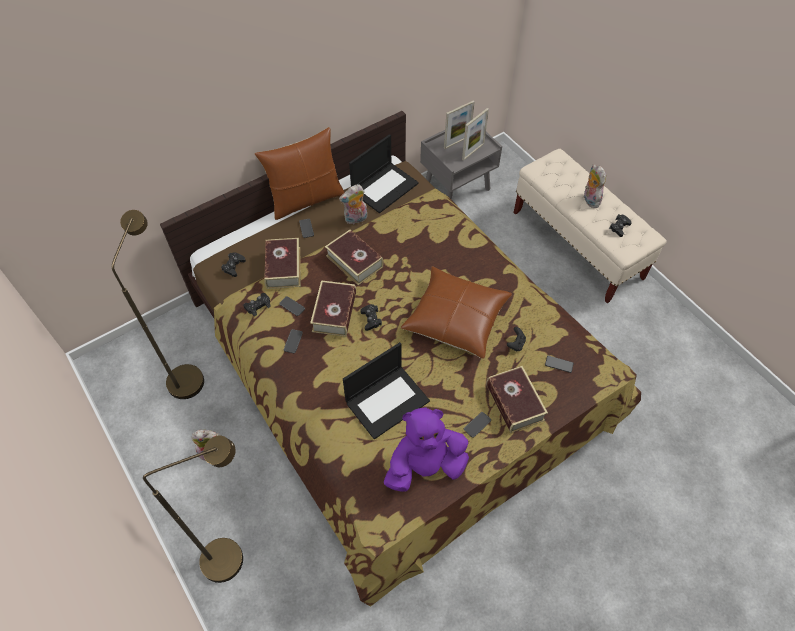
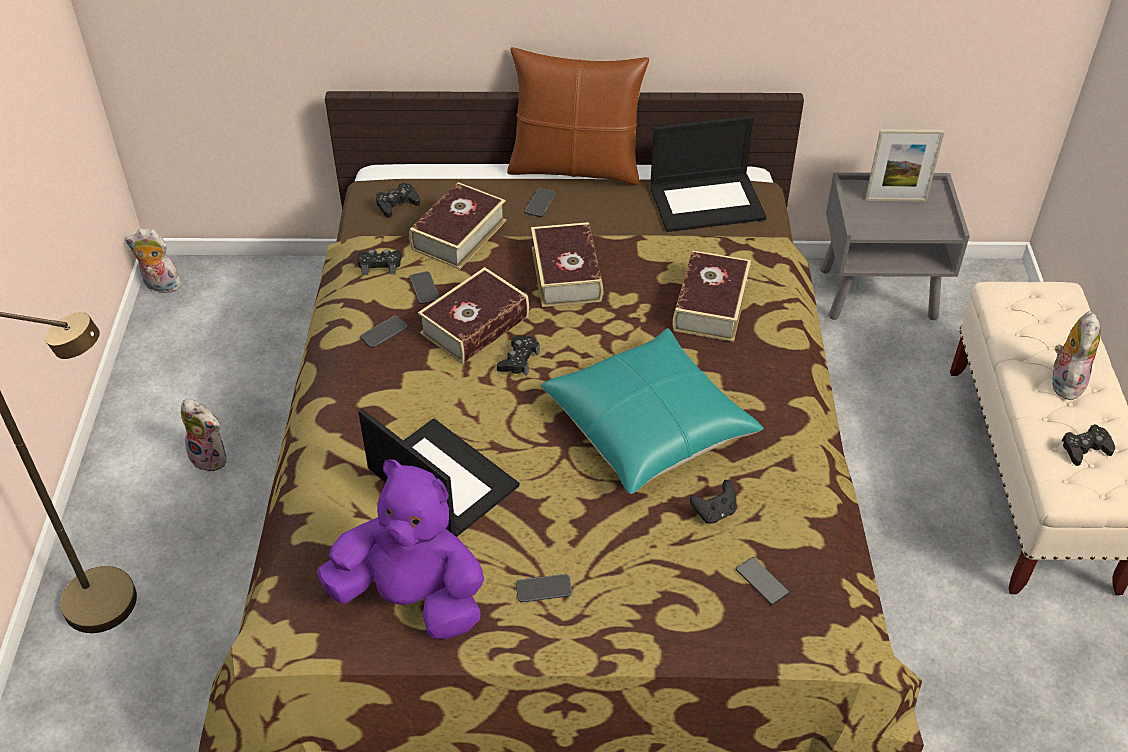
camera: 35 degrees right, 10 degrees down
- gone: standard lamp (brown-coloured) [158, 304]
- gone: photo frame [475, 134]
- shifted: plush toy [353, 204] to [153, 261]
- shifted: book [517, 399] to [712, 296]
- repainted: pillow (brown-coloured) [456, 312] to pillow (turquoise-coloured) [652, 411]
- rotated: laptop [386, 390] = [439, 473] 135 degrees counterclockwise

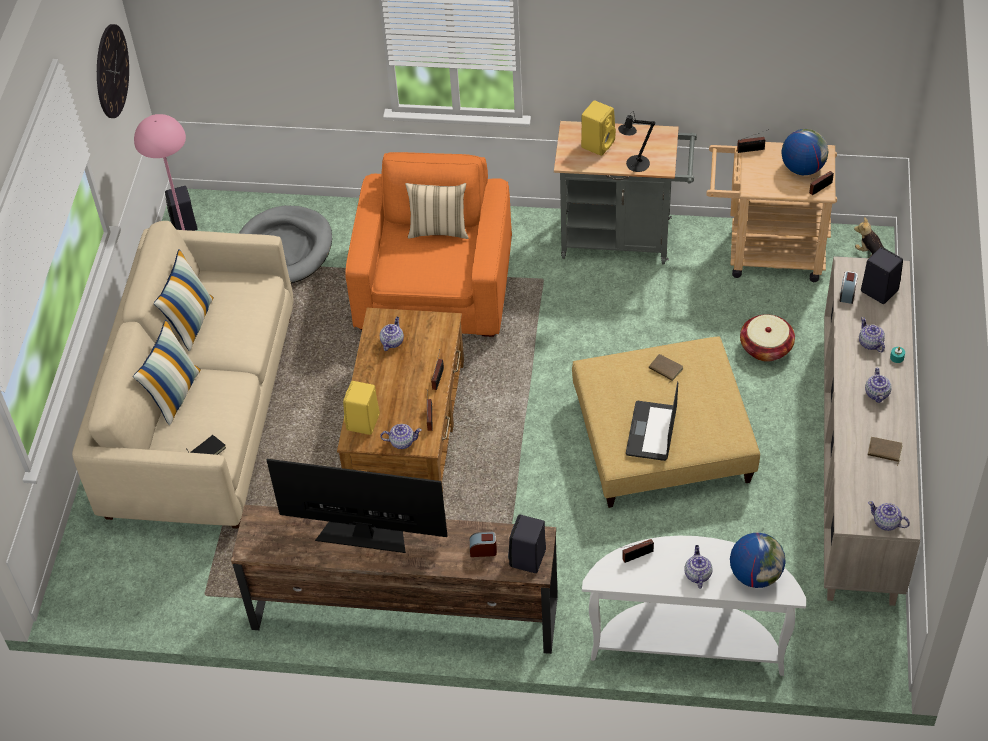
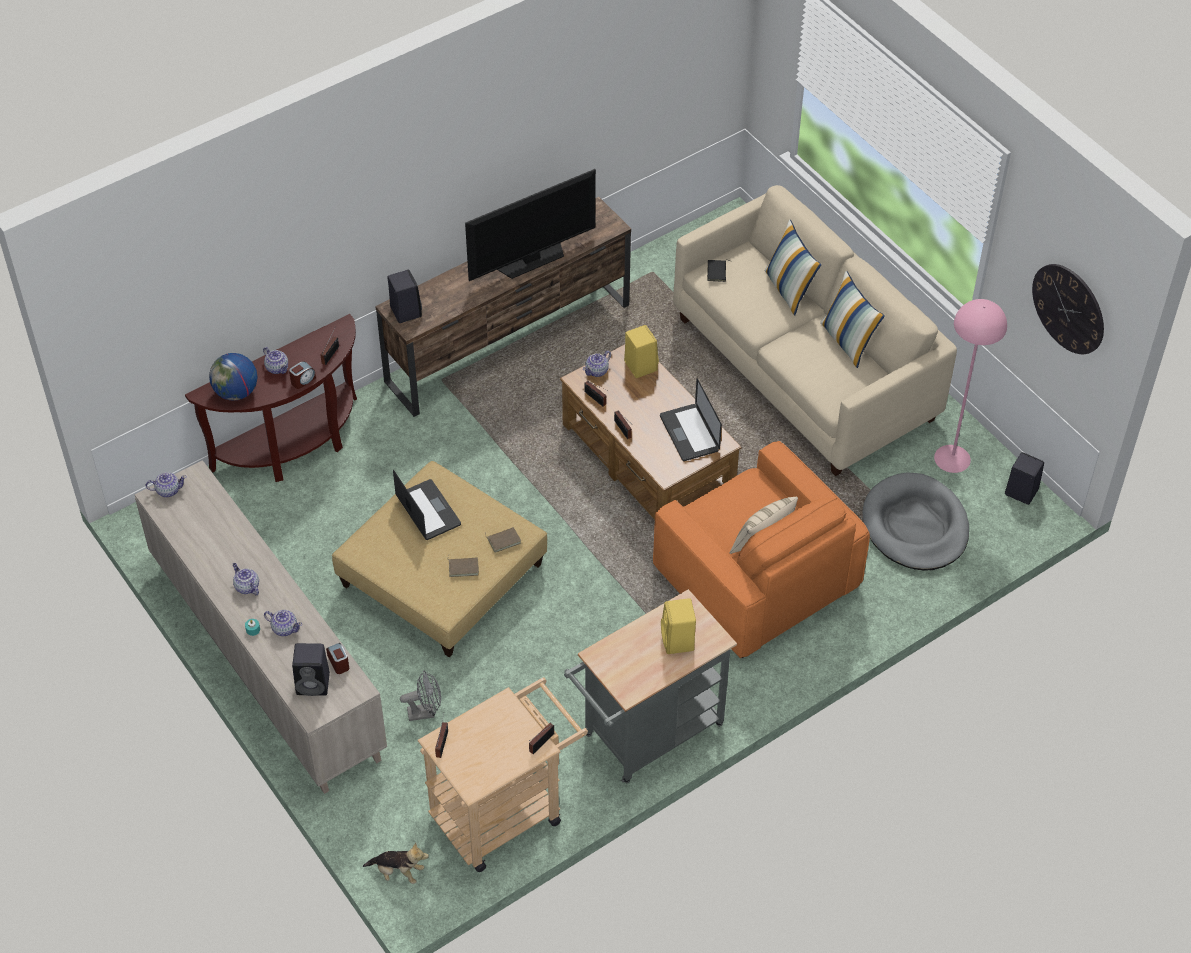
camera: 135 degrees right, 0 degrees up
- gone: lamp for a table (black) [636, 141]
- gone: desk globe [804, 152]
- shifted: bedside clock [483, 544] to [302, 375]
- shifted: book (brown-coloured) [885, 451] to [503, 540]
- swapped: tea pot [392, 334] to laptop [691, 420]
- swapped: basket [767, 338] to fan (gray) [420, 696]
- repainted: narrow table (whitish) [694, 606] to narrow table (brown-coloured) [271, 398]

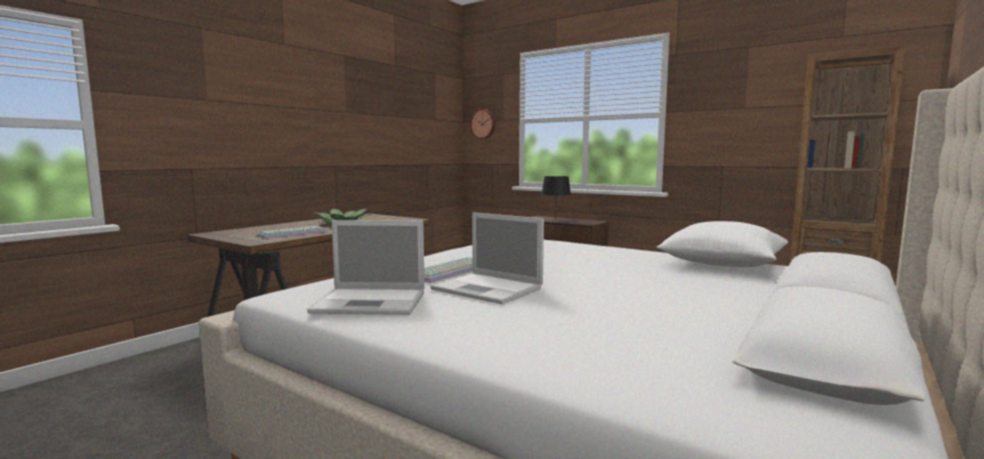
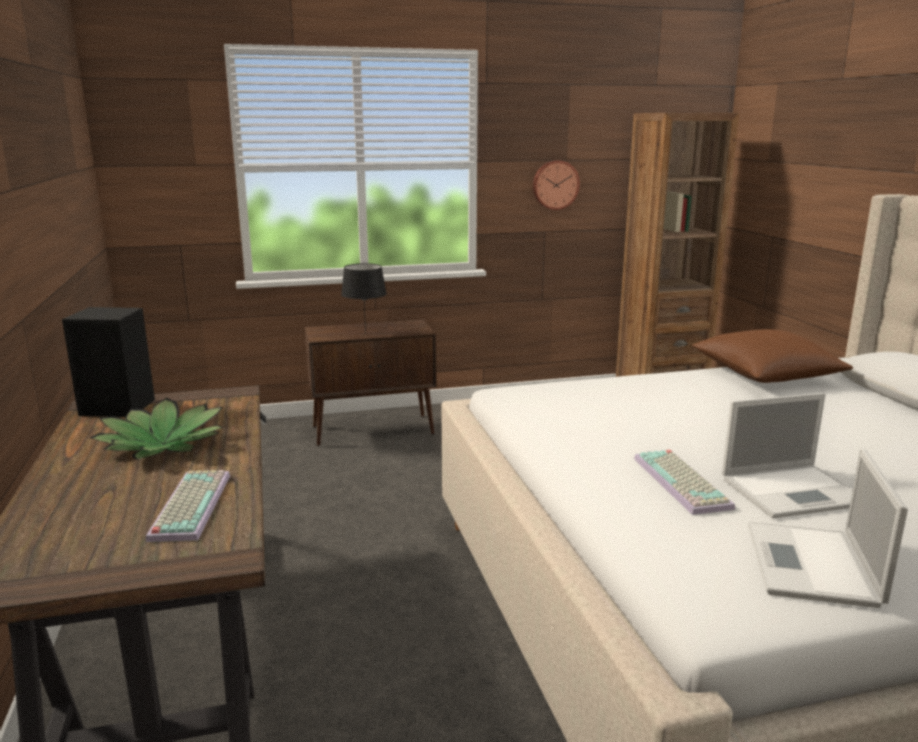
camera: 50 degrees left, 10 degrees up
- new: speaker (black) [108, 362]
- shifted: clock on the wall [482, 124] to [556, 185]
- repainted: pillow (whitish) [722, 244] to pillow (brown-coloured) [772, 356]
- rotated: laptop [366, 267] = [828, 528] 150 degrees clockwise

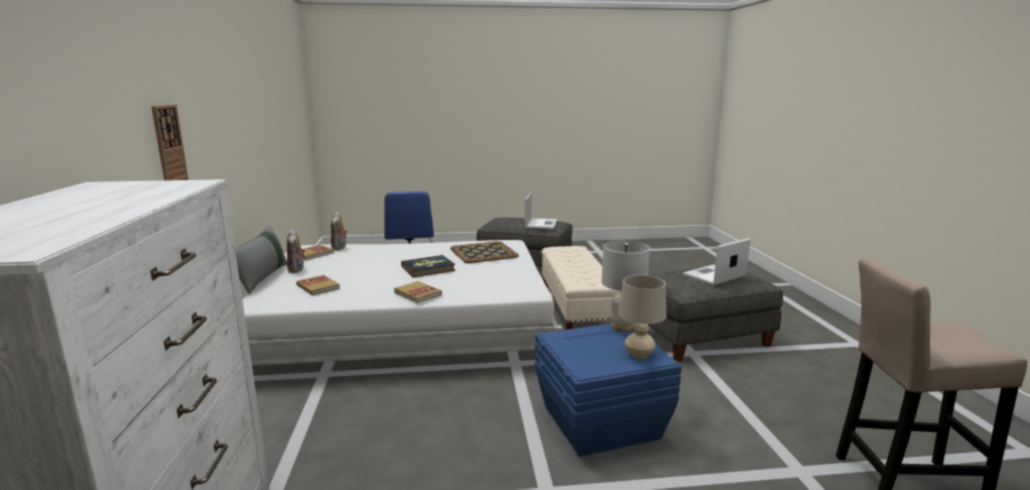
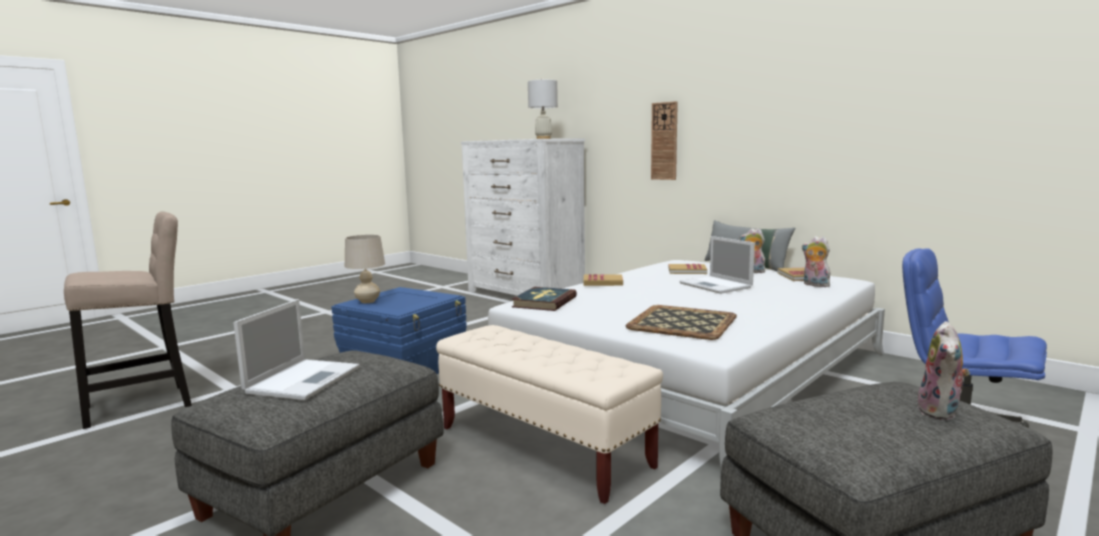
camera: 140 degrees right, 5 degrees down
- new: plush toy [943, 370]
- shifted: book [428, 266] to [544, 299]
- shifted: laptop [541, 211] to [717, 265]
- shifted: lamp for a table (whitish) [626, 285] to [543, 109]

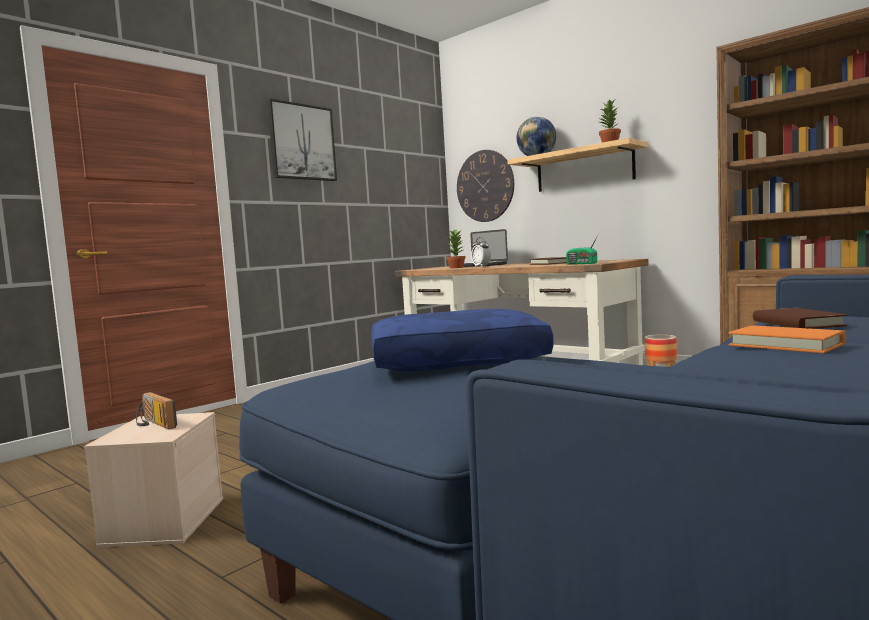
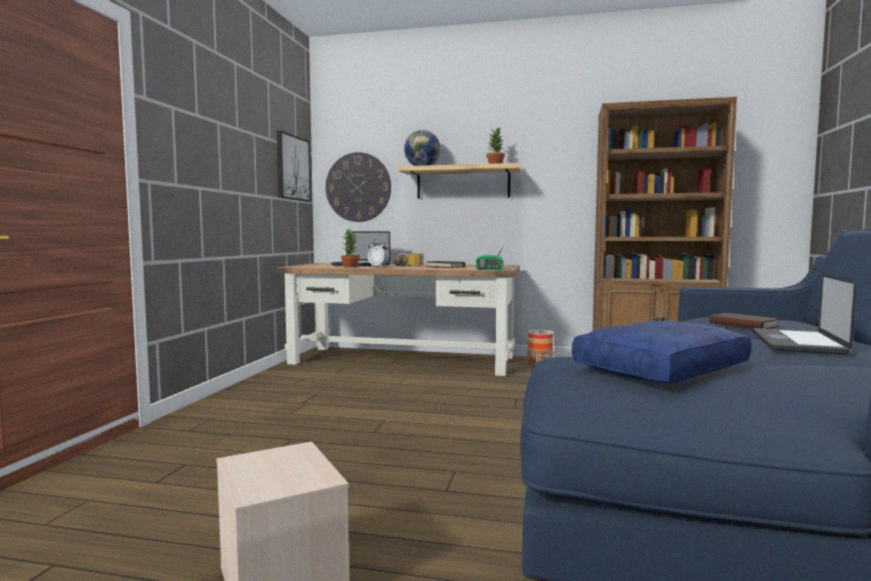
camera: 30 degrees left, 0 degrees up
- shifted: radio set [156, 411] to [409, 259]
- shifted: wall picture [302, 140] to [294, 166]
- swapped: book (orangey) [786, 339] to laptop [804, 314]

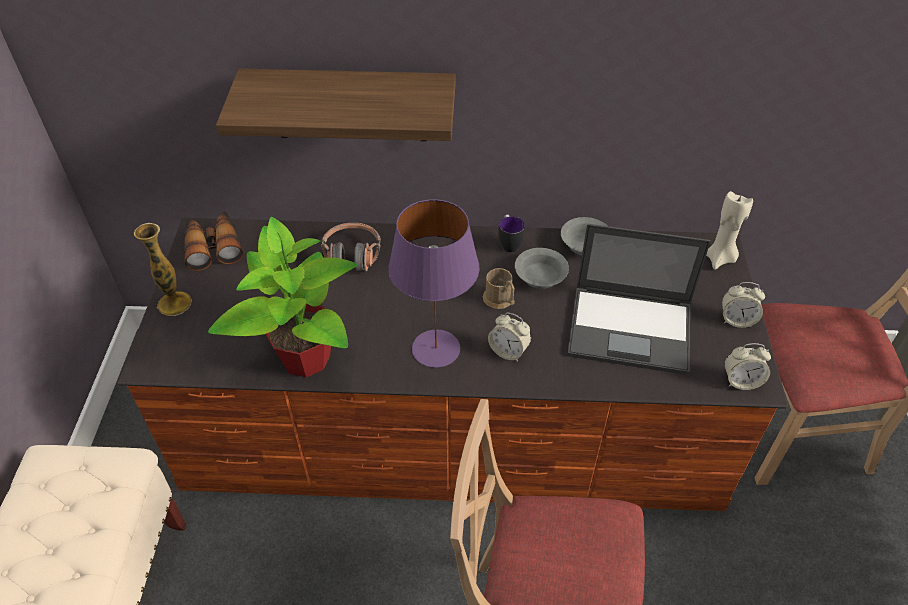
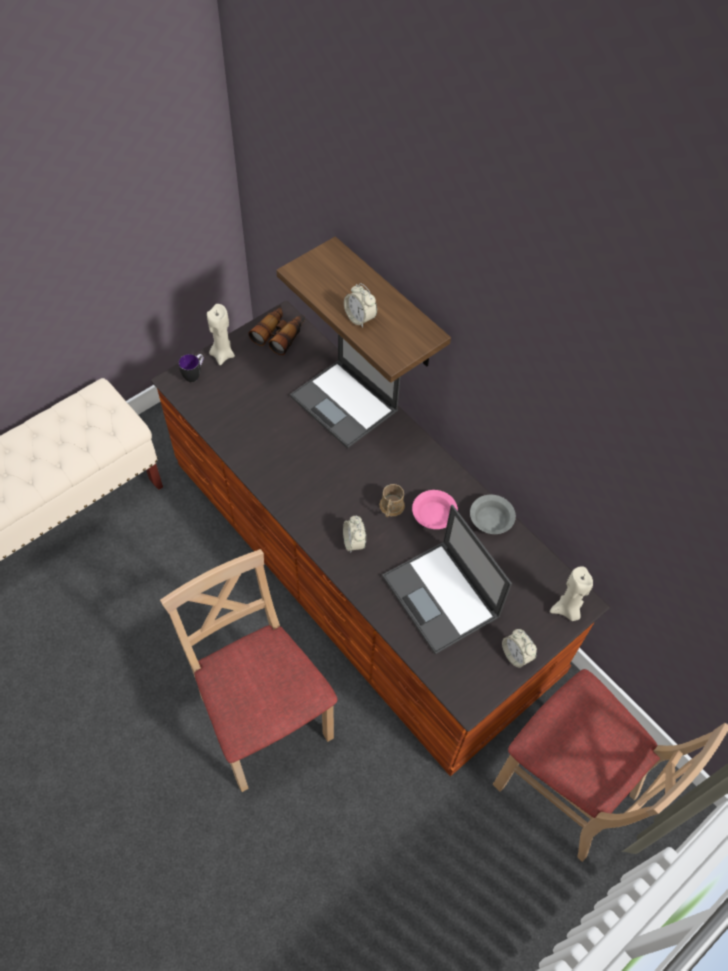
camera: 45 degrees right, 10 degrees up
- gone: plant in a pot [282, 297]
- gone: lamp for a table (purplish) [434, 283]
- shifted: tea mug [511, 233] to [191, 368]
- shifted: bedside clock [747, 366] to [360, 305]
- swapped: flower vase [163, 269] to wax light (beige) [221, 334]
- swapped: headphones [351, 247] to laptop [345, 391]
- repainted: deep dish (gray) [542, 268] to deep dish (pink-coloured) [435, 509]

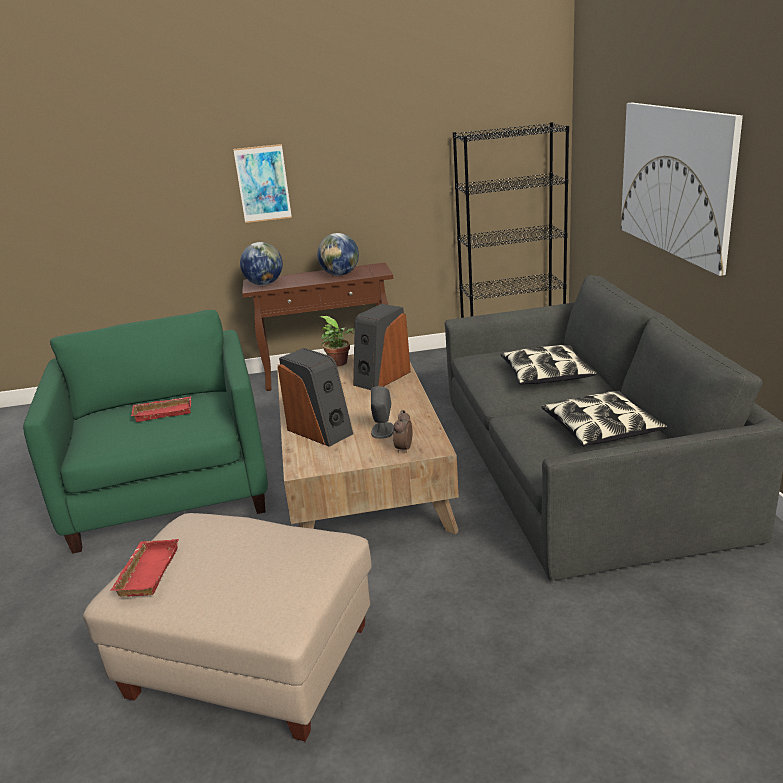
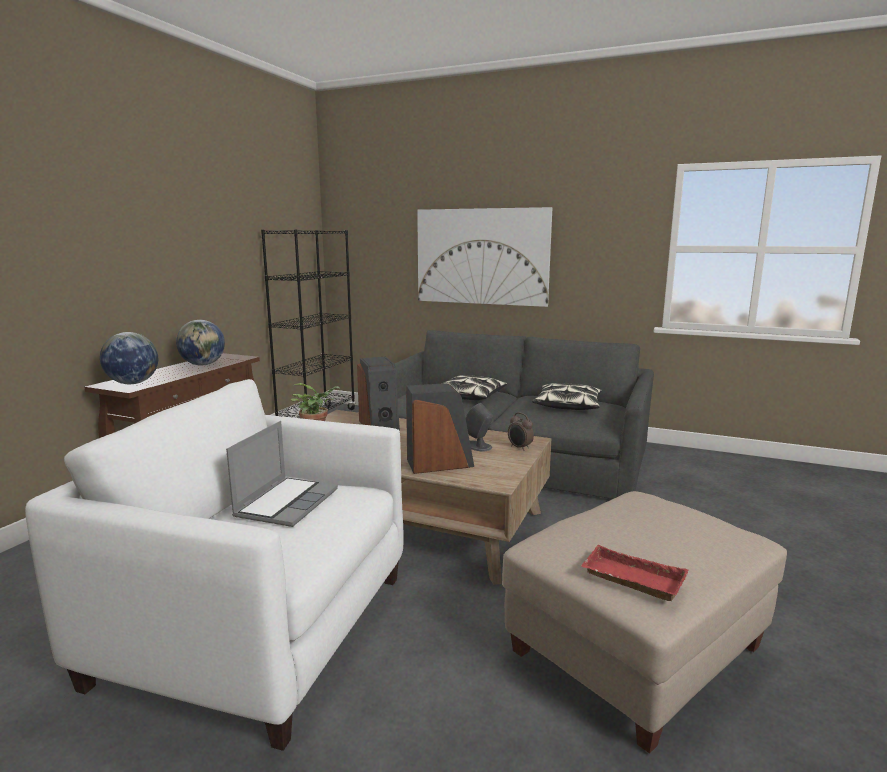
camera: 60 degrees left, 10 degrees down
- gone: wall picture [262, 183]
- swapped: carrying tray (red) [161, 409] to laptop [282, 474]
- repainted: armchair (green) [145, 432] to armchair (whitish) [214, 565]

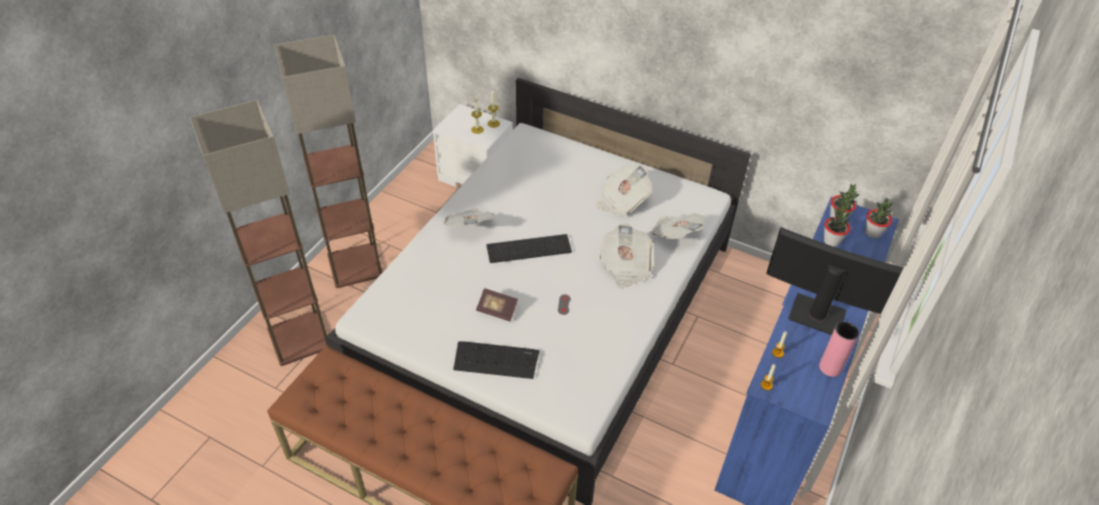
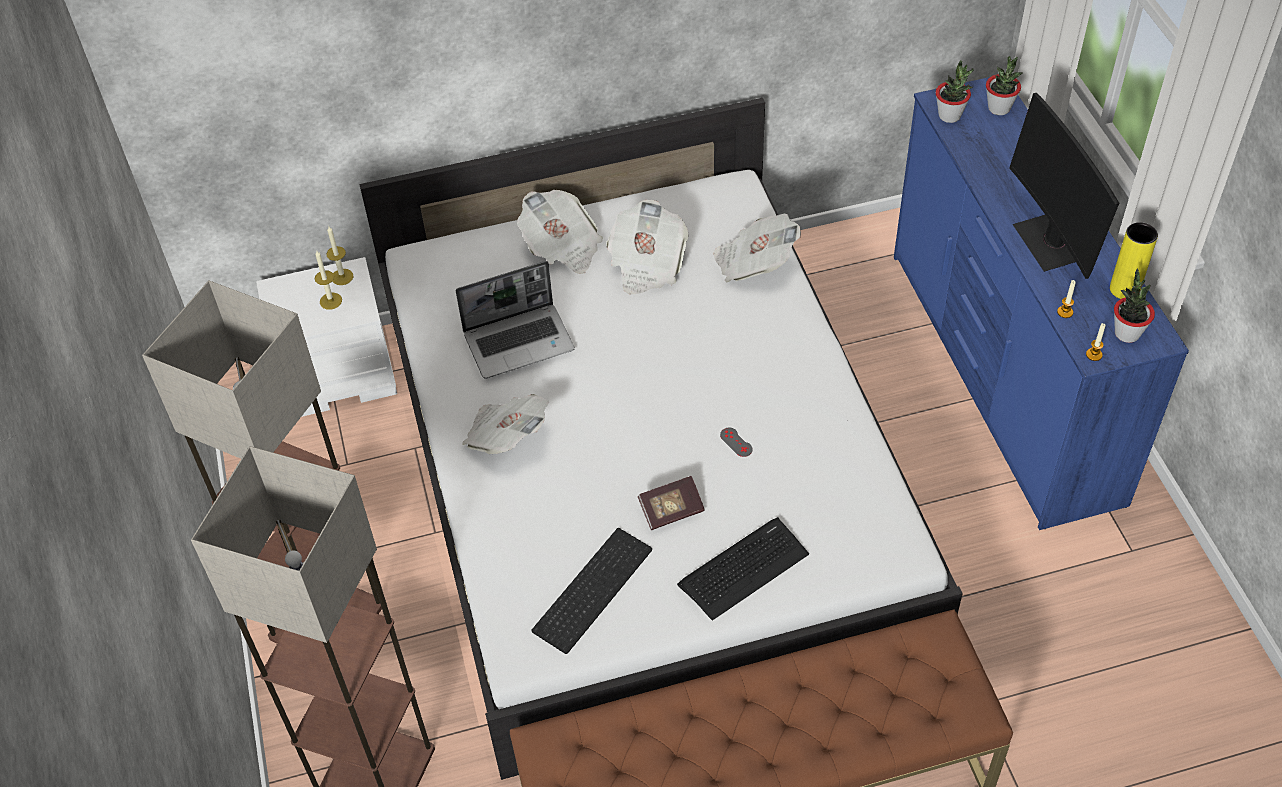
camera: 40 degrees left, 5 degrees up
- new: laptop [515, 320]
- shifted: keyboard [529, 248] to [591, 591]
- shifted: daily paper [626, 256] to [560, 232]
- shifted: plant in a pot [837, 223] to [1134, 306]
- repainted: flower vase (pink-coloured) [839, 349] to flower vase (yellowish) [1134, 260]
- rotated: computer screen [835, 281] = [1064, 186] 90 degrees counterclockwise

